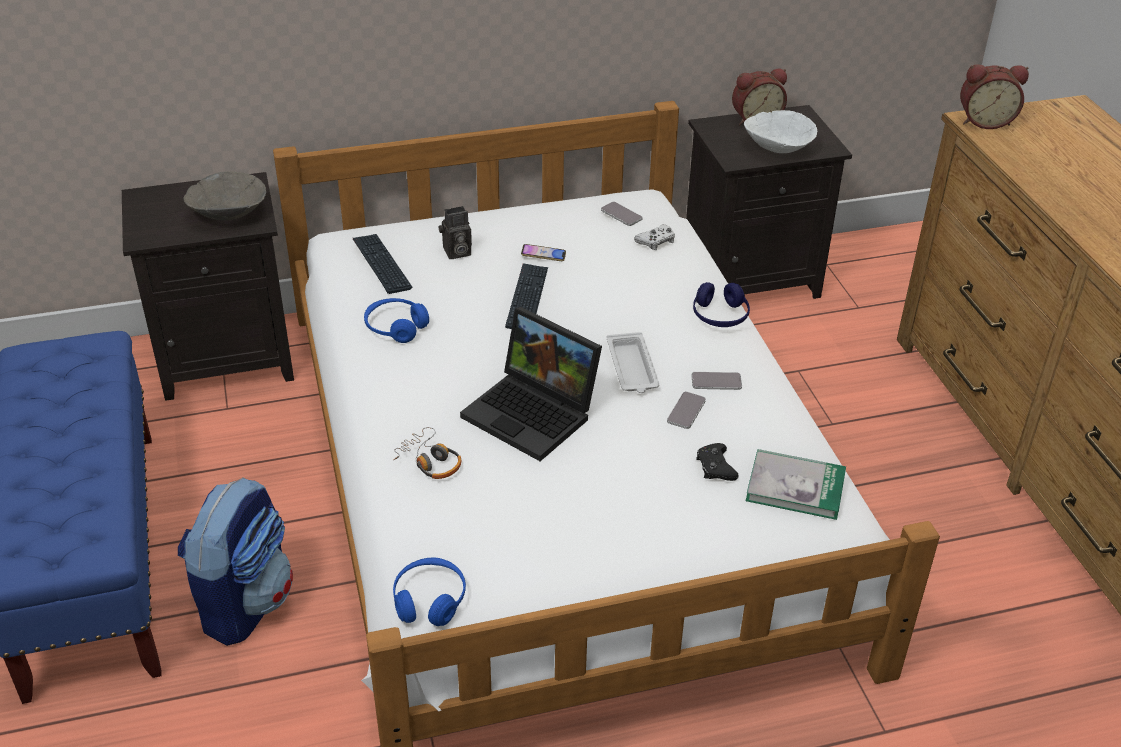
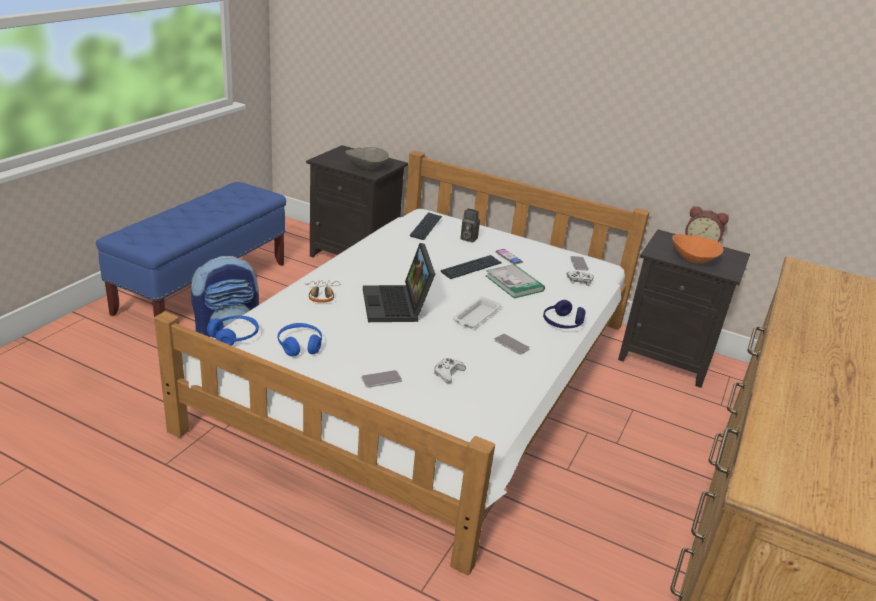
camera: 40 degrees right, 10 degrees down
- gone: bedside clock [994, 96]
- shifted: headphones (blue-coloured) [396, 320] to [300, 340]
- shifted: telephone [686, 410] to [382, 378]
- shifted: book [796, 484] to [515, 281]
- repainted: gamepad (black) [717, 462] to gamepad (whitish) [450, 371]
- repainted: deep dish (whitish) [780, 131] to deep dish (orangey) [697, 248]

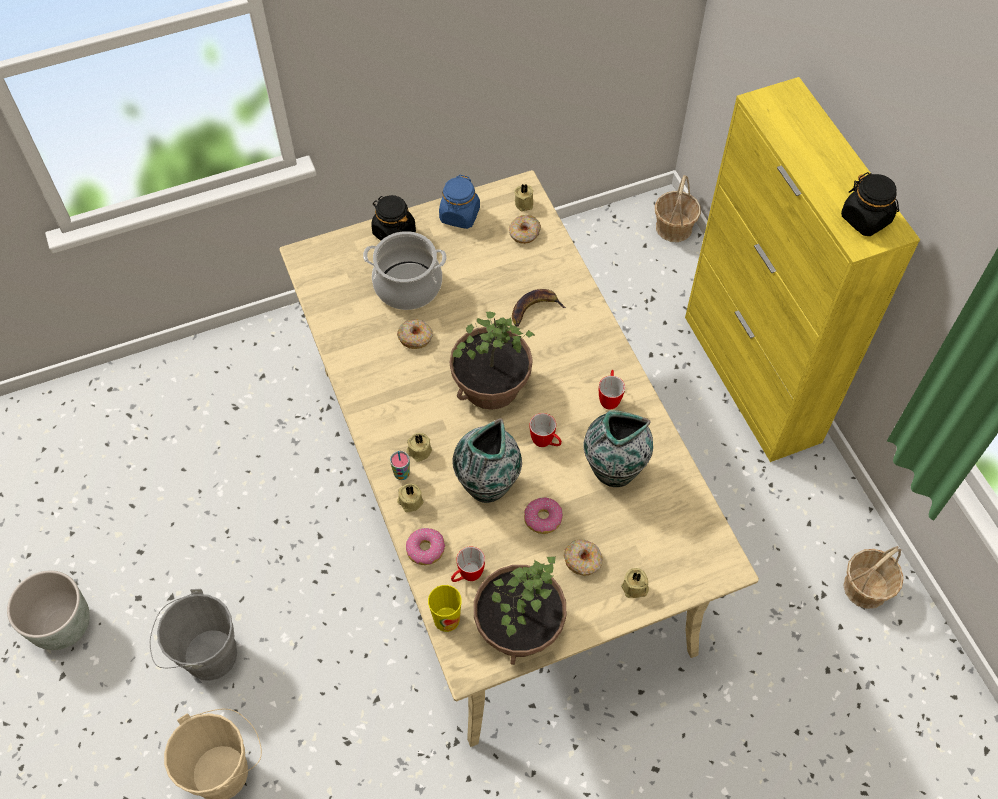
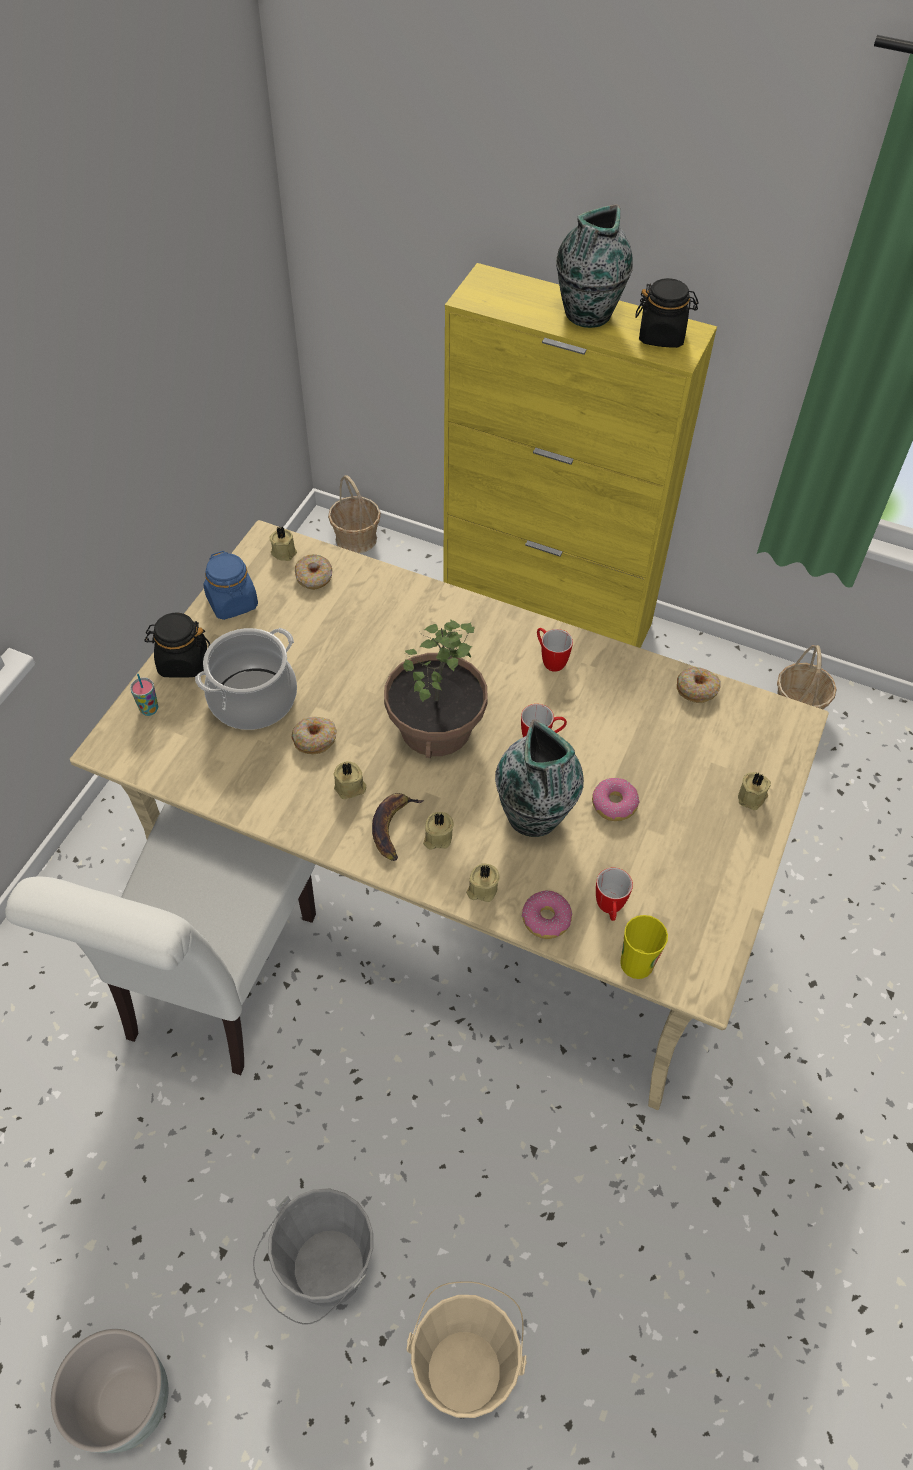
camera: 45 degrees left, 5 degrees down
- gone: plant in a pot [520, 610]
- new: upright chair (whitish) [160, 939]
- new: wax light (beige) [349, 780]
- shifted: small cup [400, 465] to [144, 695]
- shifted: whole banana [539, 308] to [398, 827]
- shifted: ring doughnut [583, 557] to [699, 685]
- shifted: flower vase [618, 448] to [594, 266]

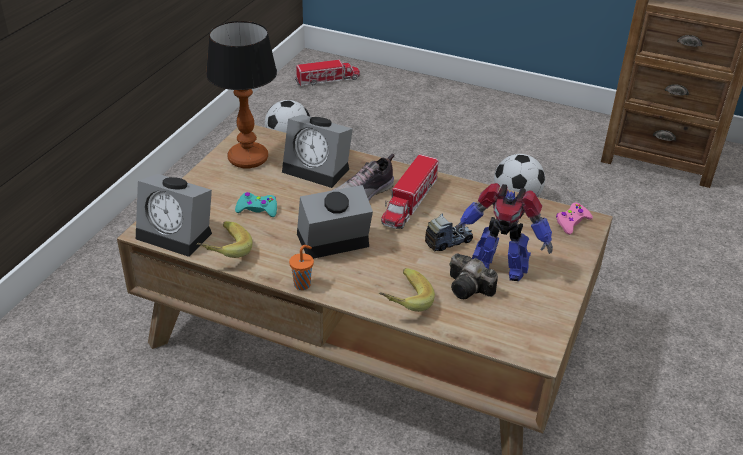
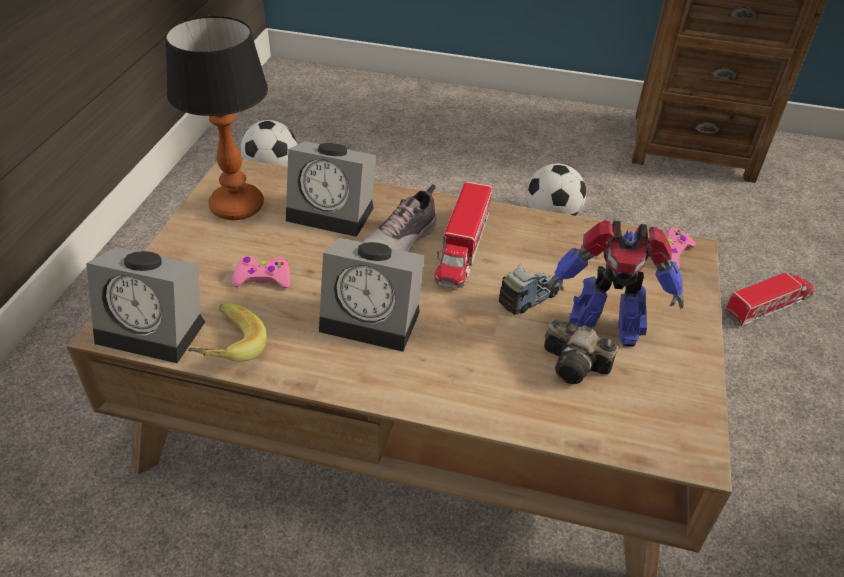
camera: 10 degrees left, 5 degrees up
- gone: small cup (orangey) [301, 267]
- gone: whole banana [407, 290]
- shifted: toy truck [327, 73] to [769, 299]
- repainted: gamepad (turquoise-coloured) [256, 204] to gamepad (pink-coloured) [261, 272]
- rotated: bedside clock [335, 222] = [371, 295] 135 degrees counterclockwise

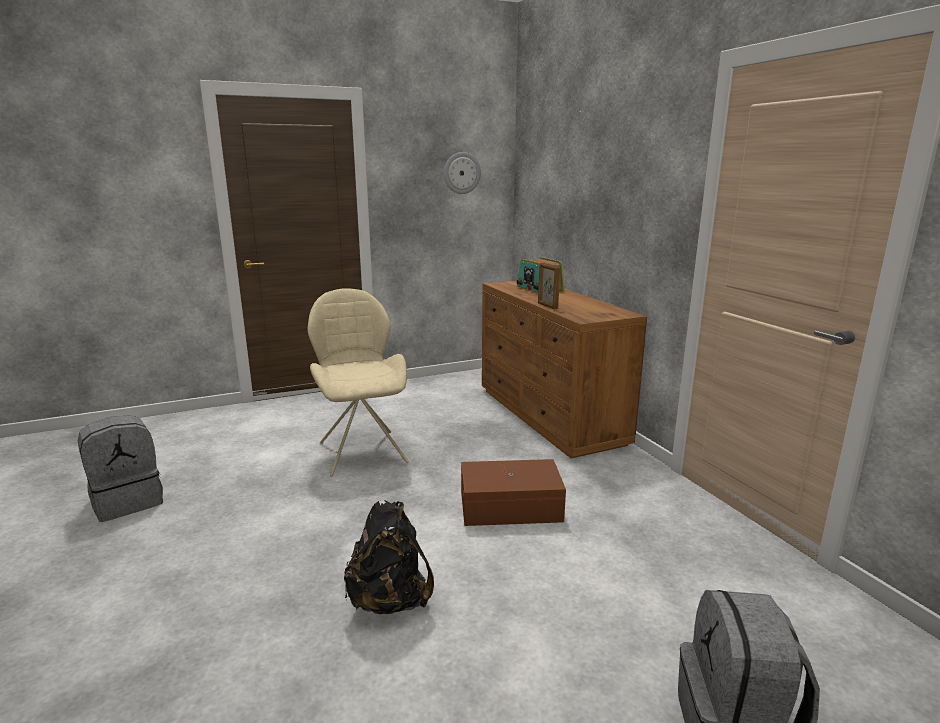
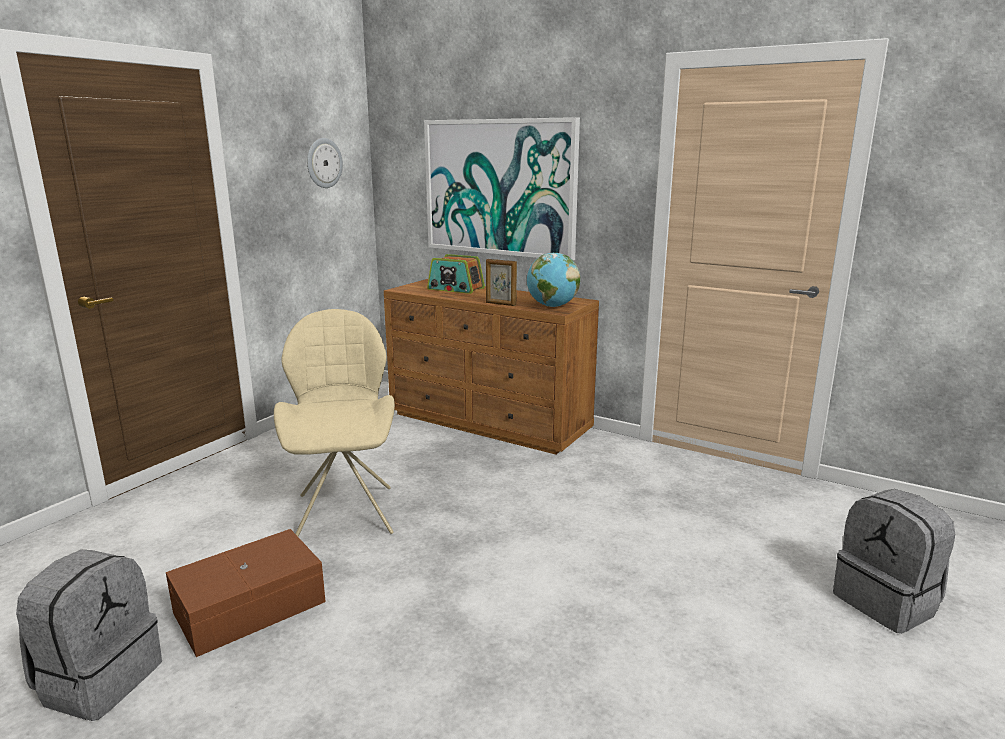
camera: 35 degrees left, 0 degrees up
- gone: rucksack (black) [389, 557]
- new: wall picture [502, 188]
- new: desk globe [554, 280]
- shifted: storage box (brown-coloured) [513, 492] to [246, 593]
- rotated: upright chair (beige) [358, 382] = [334, 423] 45 degrees clockwise

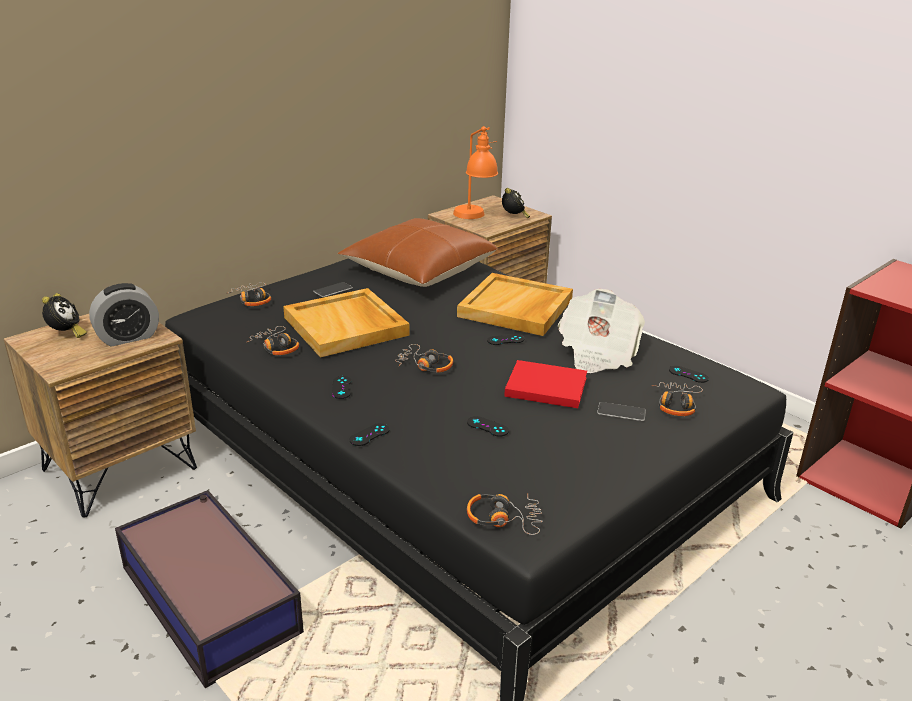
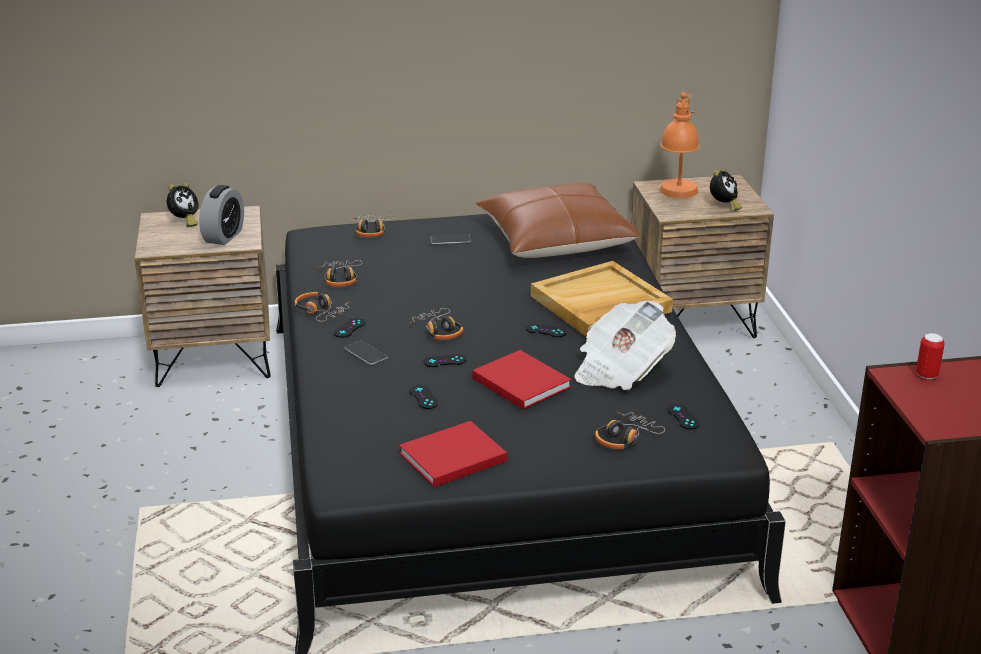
camera: 35 degrees right, 0 degrees up
- gone: storage box [209, 589]
- gone: carrying tray (beige) [346, 322]
- new: book (red) [453, 454]
- new: can [930, 356]
- shifted: gamepad (black) [369, 434] to [444, 360]
- shifted: headphones [505, 514] to [322, 307]
- shifted: telephone [621, 411] to [366, 353]
- rotated: bedside clock [124, 315] = [221, 215] 75 degrees counterclockwise

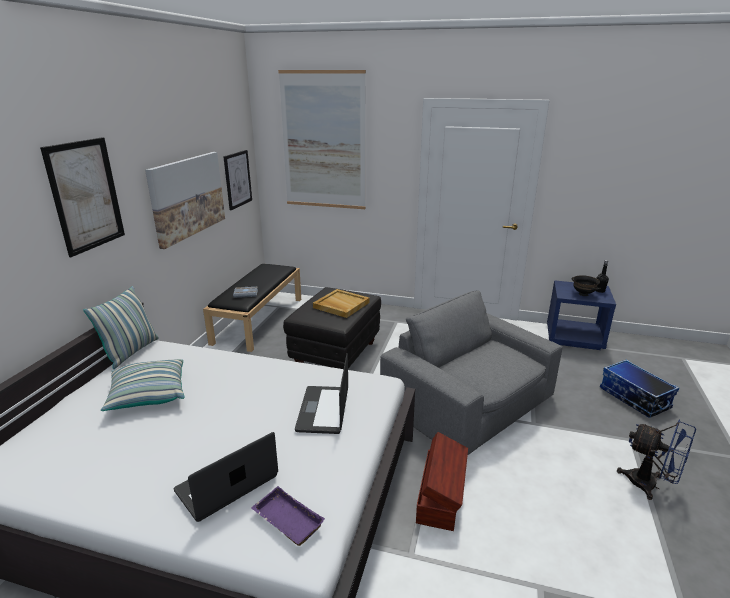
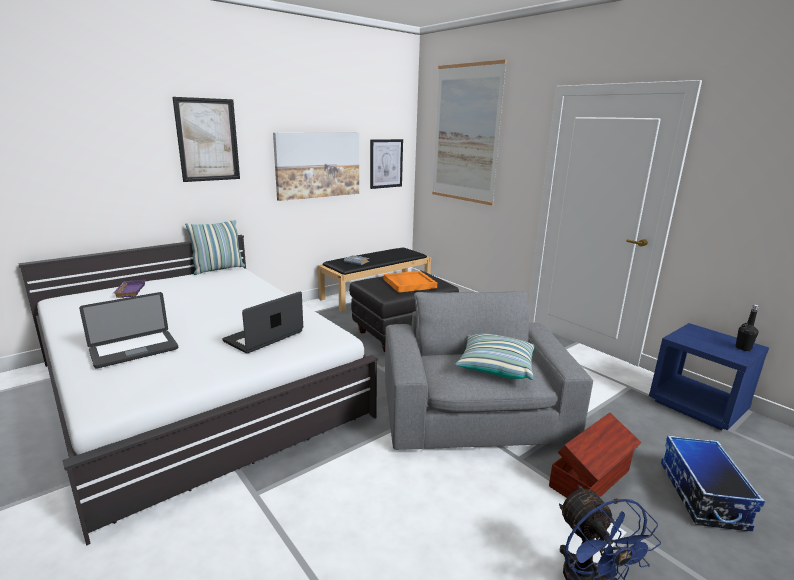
camera: 35 degrees right, 5 degrees down
- gone: deep dish (black) [586, 285]
- shifted: pillow [142, 385] to [495, 357]
- shifted: carrying tray (purplish) [288, 516] to [128, 289]
- shifted: storage box (brown-coloured) [442, 481] to [595, 455]
- repainted: carrying tray (beige) [341, 303] to carrying tray (orangey) [410, 282]
- rotated: laptop [226, 477] = [128, 330] 150 degrees clockwise

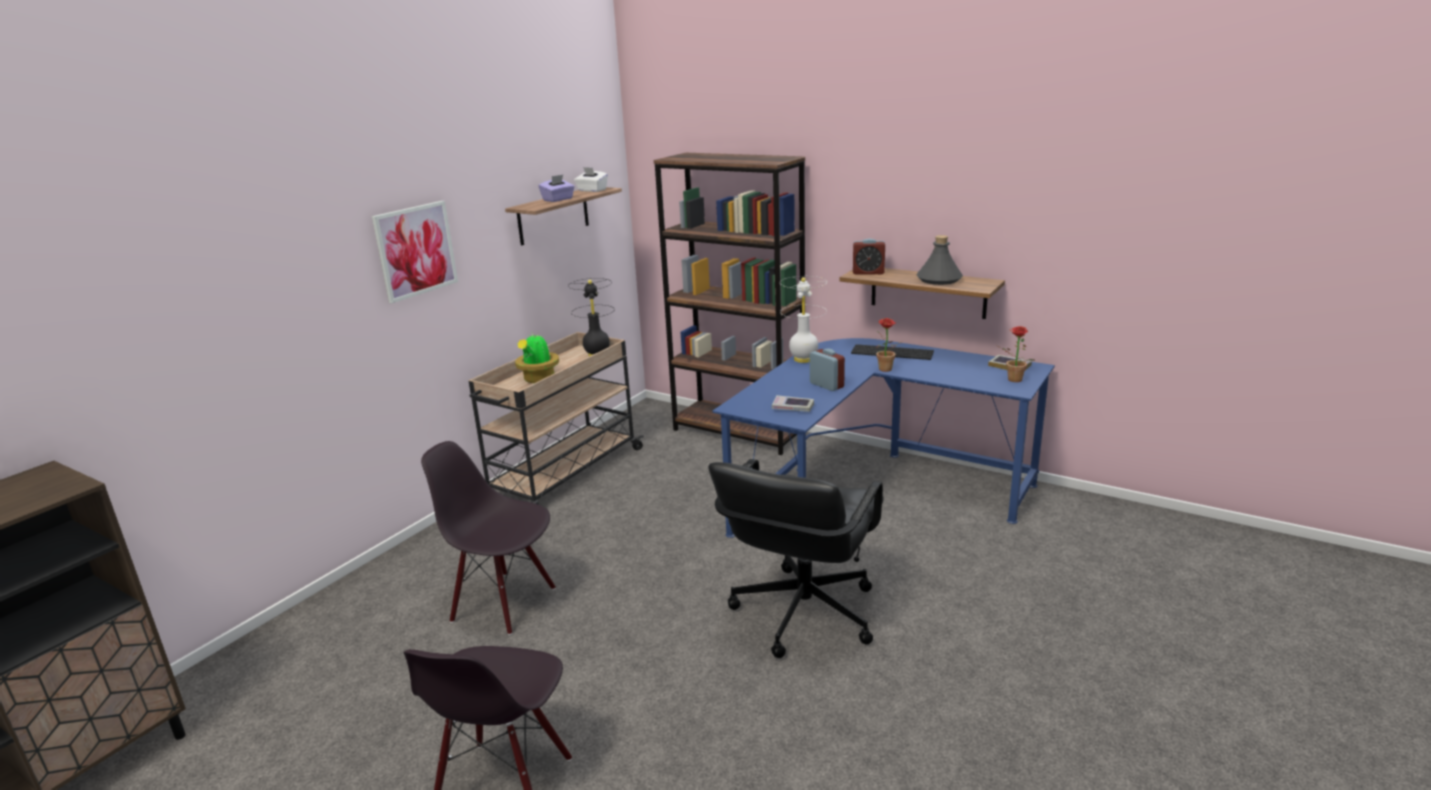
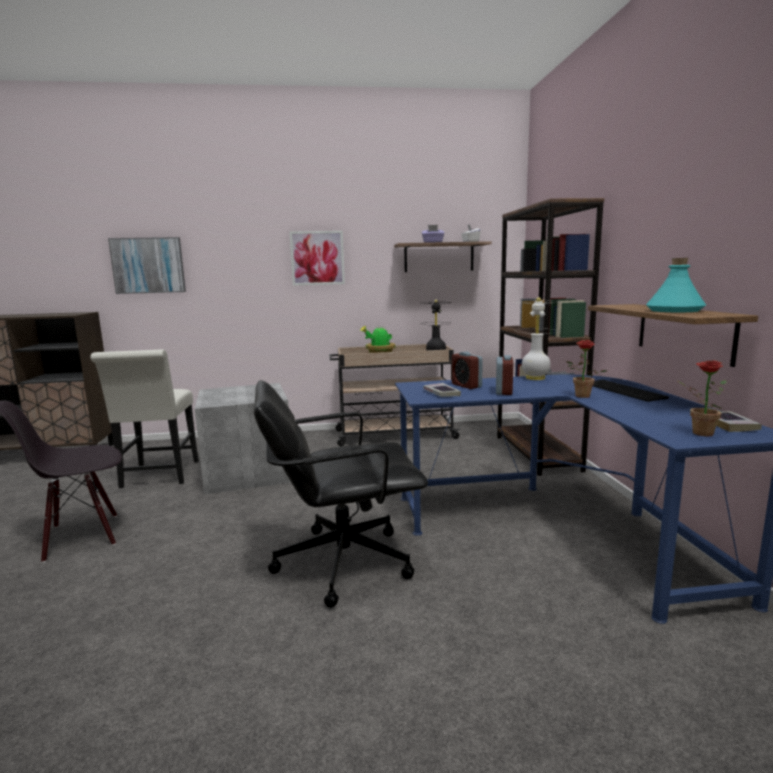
camera: 50 degrees right, 10 degrees down
- new: upright chair (whitish) [145, 418]
- new: wall picture [147, 265]
- shifted: bedside clock [869, 256] to [467, 370]
- swapped: upright chair (black) [488, 538] to storage box (gray) [243, 439]
- repainted: bottle (gray) [940, 260] to bottle (turquoise-coloured) [676, 285]

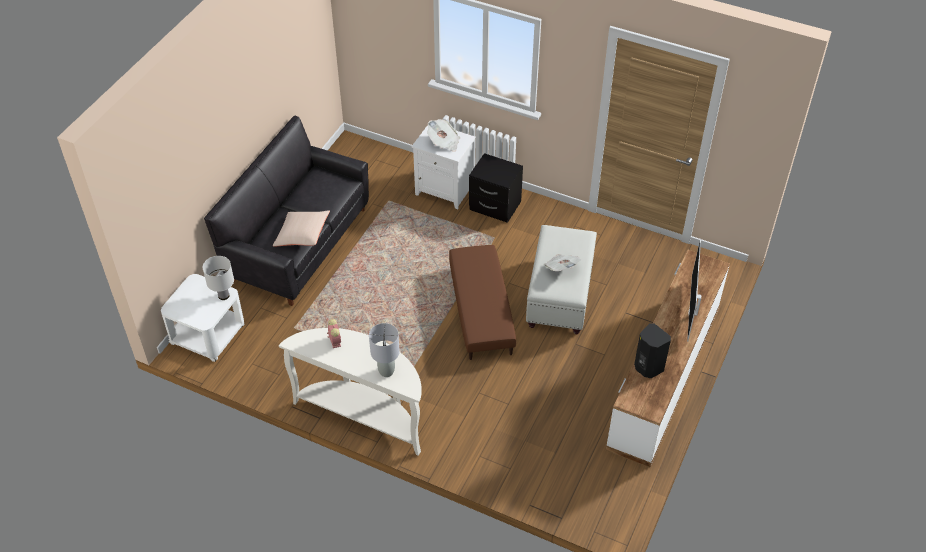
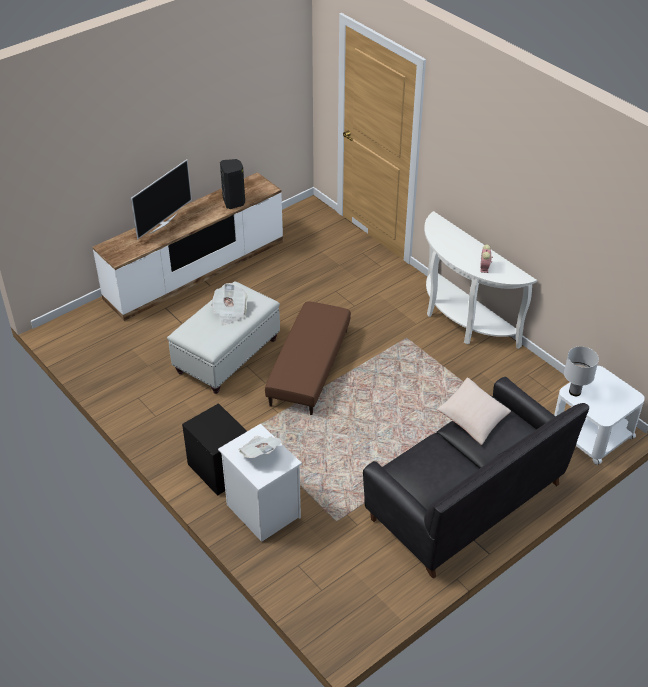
camera: 155 degrees left, 5 degrees down
- gone: lamp for a table (gray) [384, 350]

